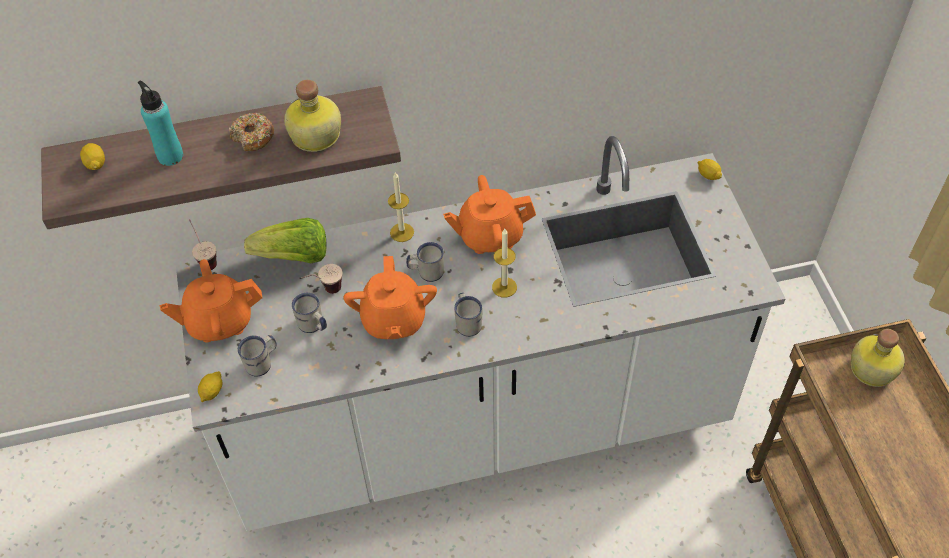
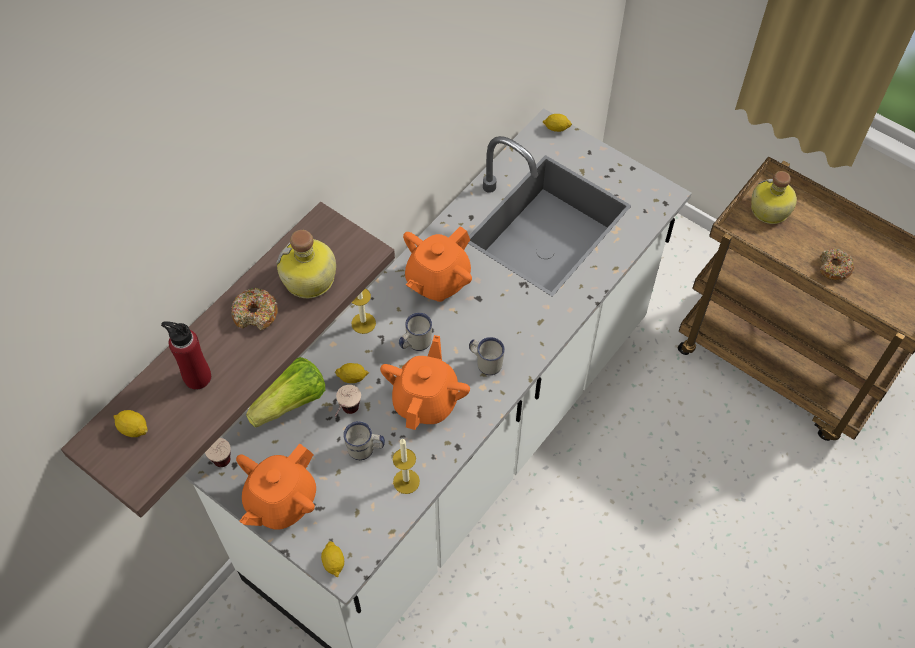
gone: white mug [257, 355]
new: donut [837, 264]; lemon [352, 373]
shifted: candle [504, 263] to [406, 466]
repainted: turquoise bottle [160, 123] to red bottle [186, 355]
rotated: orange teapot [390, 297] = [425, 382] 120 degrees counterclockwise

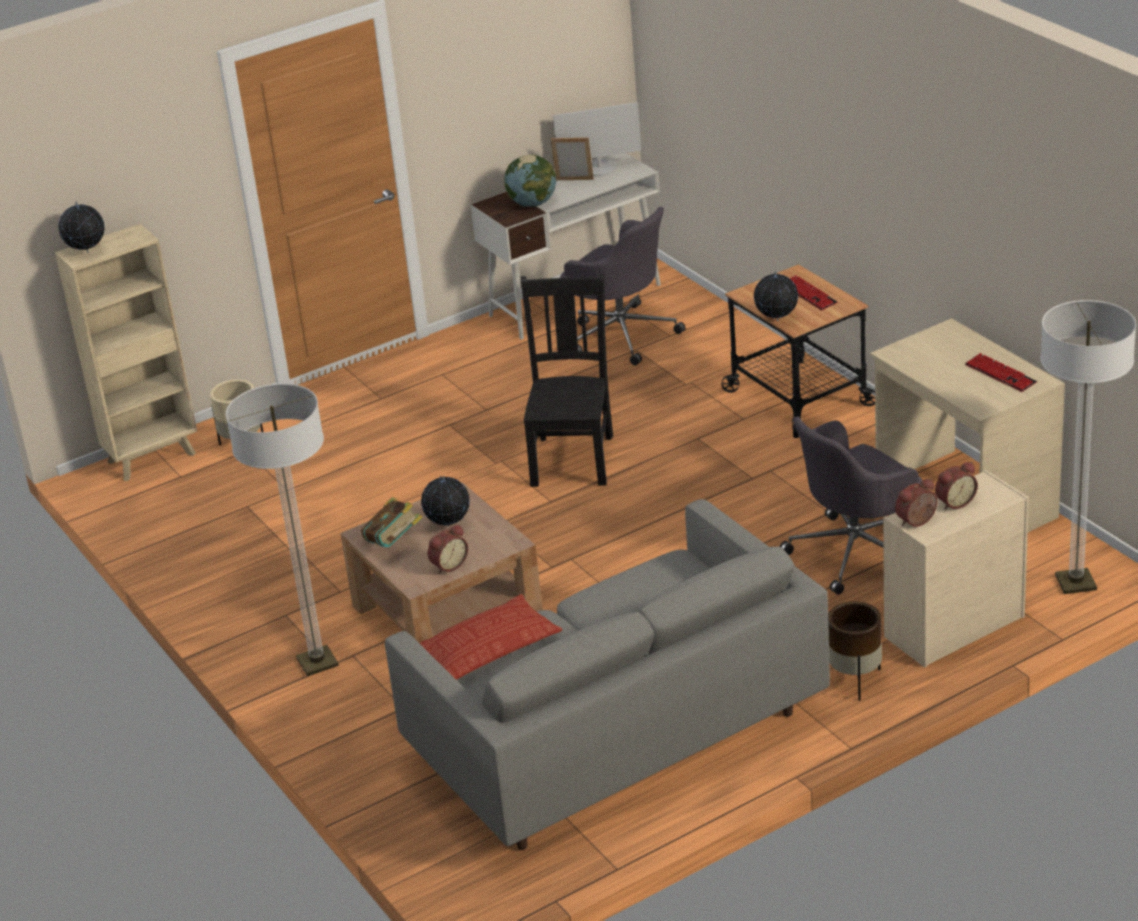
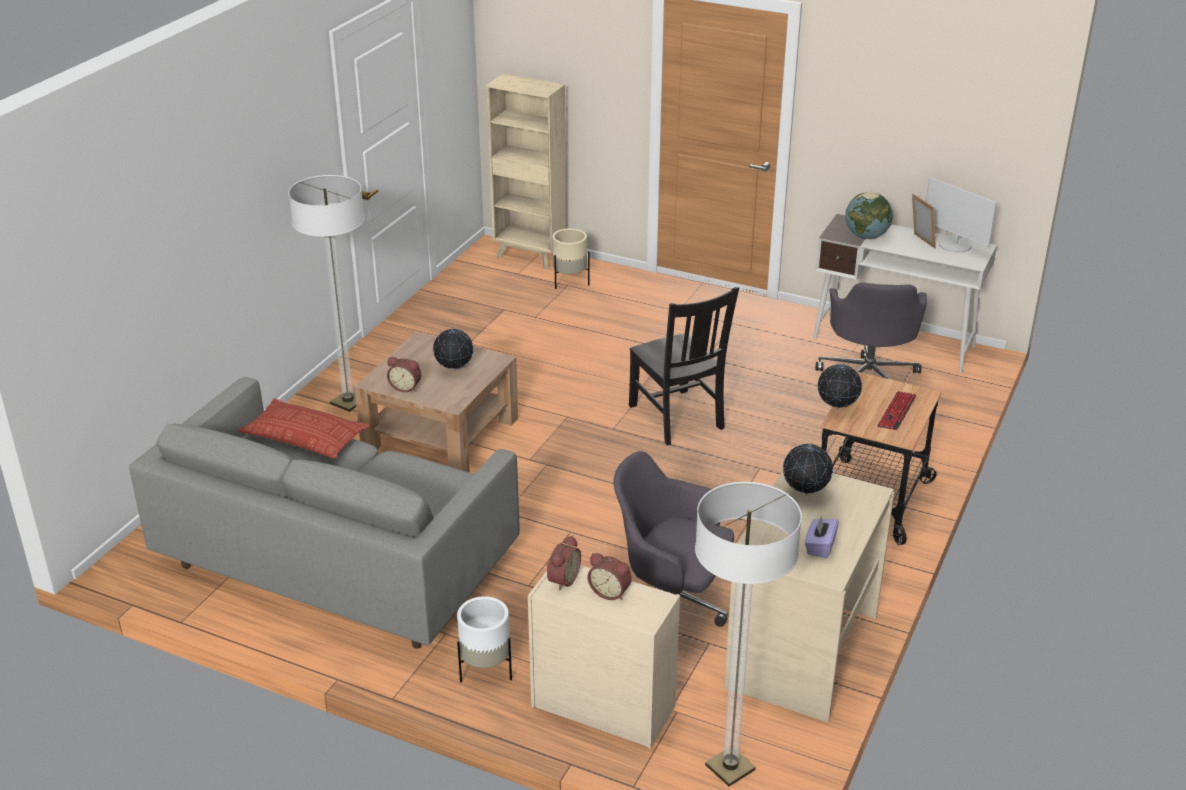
gone: book [392, 522]
shifted: globe [81, 227] to [808, 468]
swapped: keyboard [1001, 372] to purple tissue box [822, 536]
repainted: brown planter [855, 651] to white planter [484, 639]
rotated: black chair [566, 380] = [684, 366] 90 degrees clockwise; alarm clock [916, 502] = [564, 563] 90 degrees clockwise

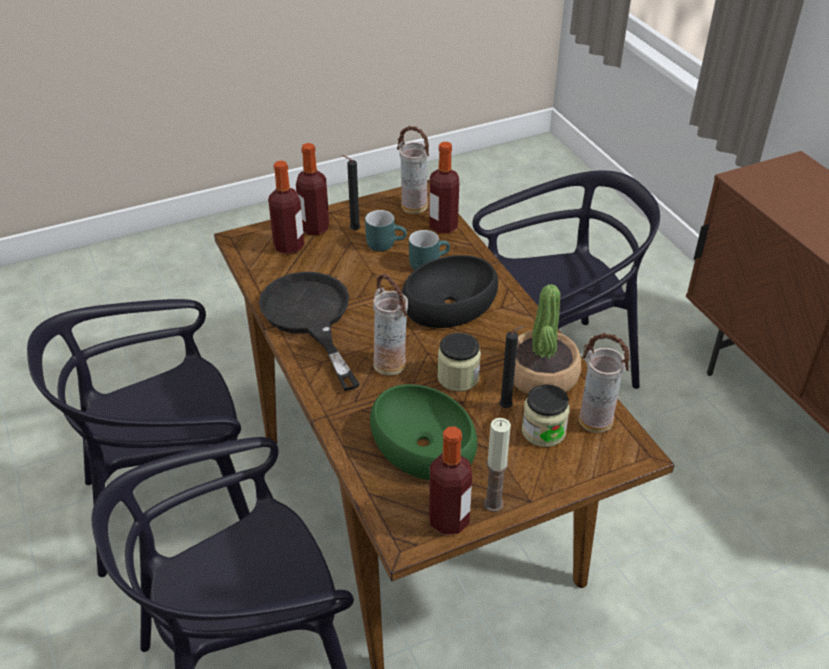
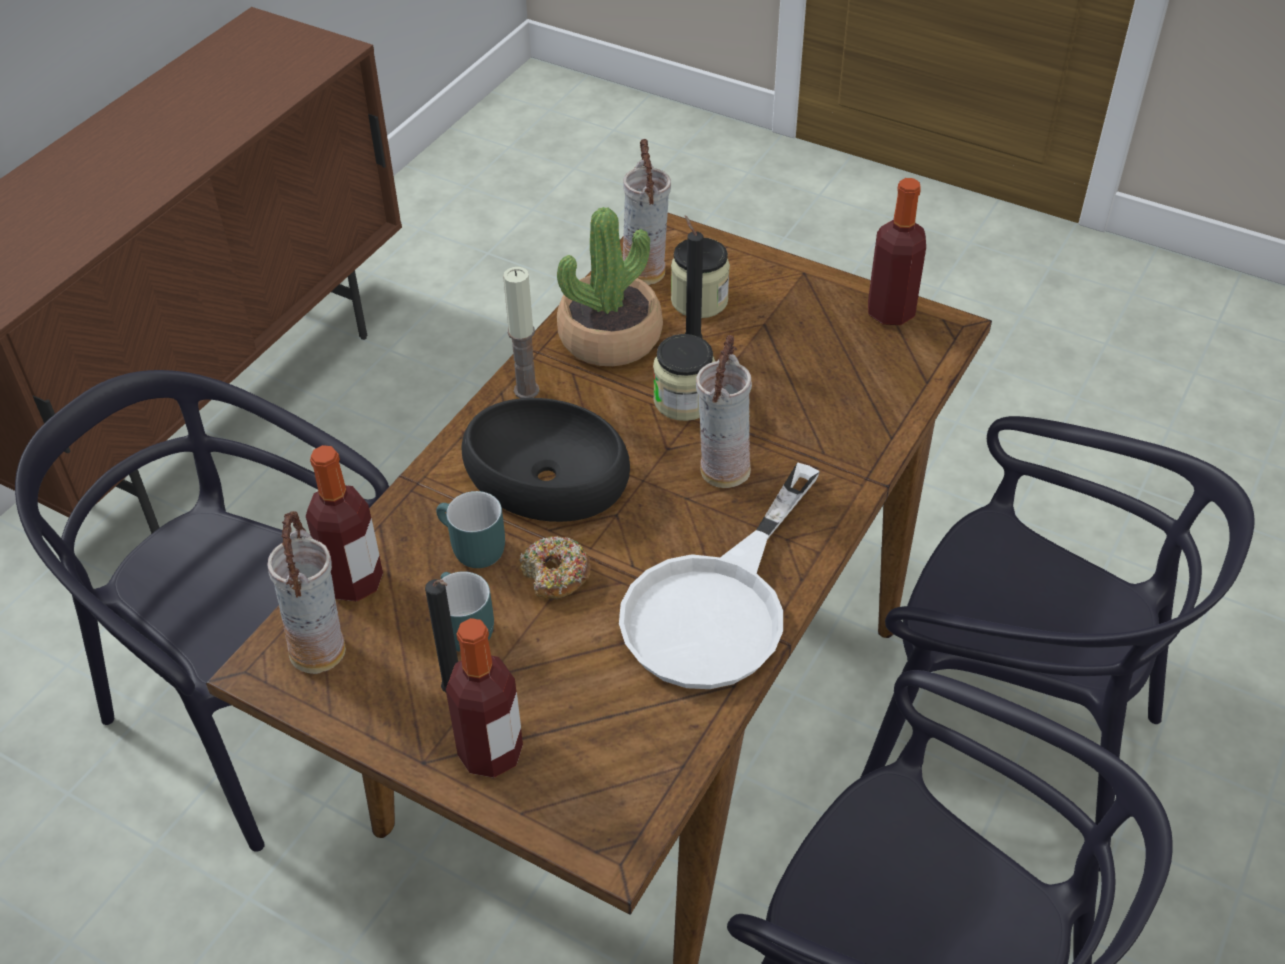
gone: bottle [286, 207]; green bowl [423, 432]
new: donut [555, 567]
shifted: candle [497, 465] to [521, 332]
repainted: black frying pan [309, 331] to white frying pan [719, 575]

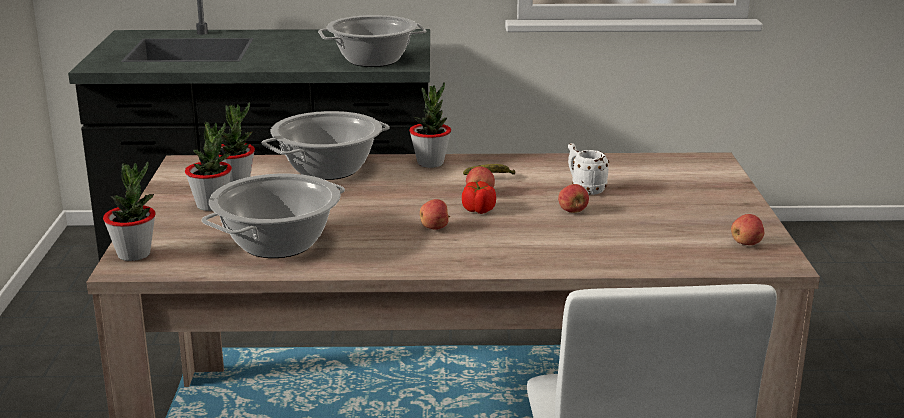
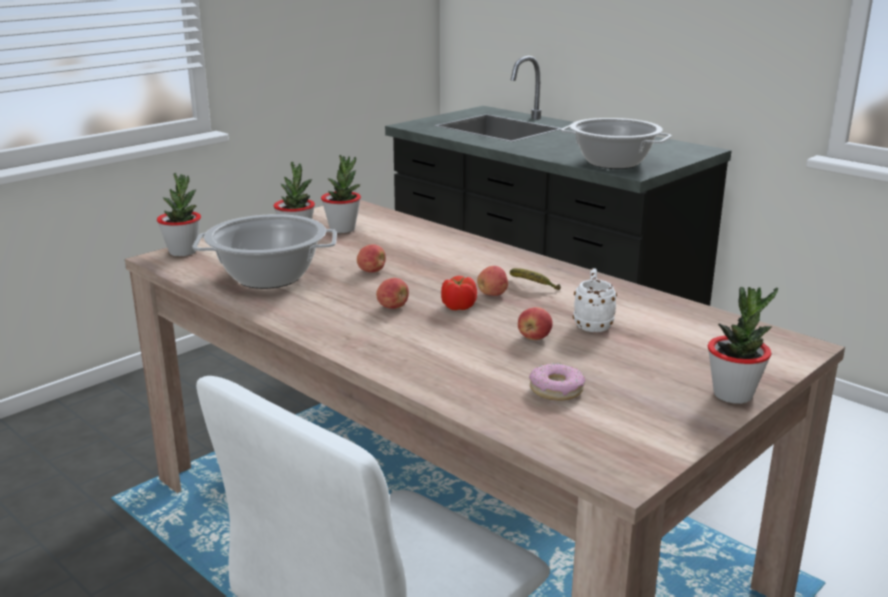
gone: cooking pot [326, 145]
new: donut [557, 382]
shifted: potted plant [430, 125] to [743, 345]; apple [747, 229] to [371, 258]

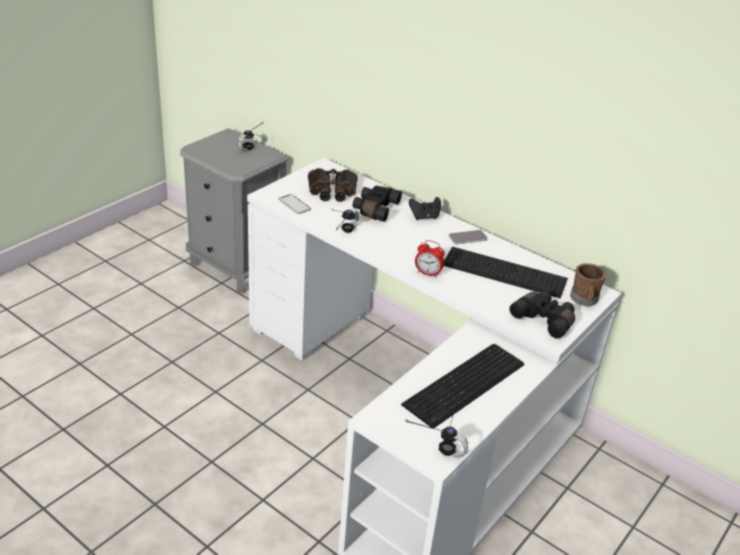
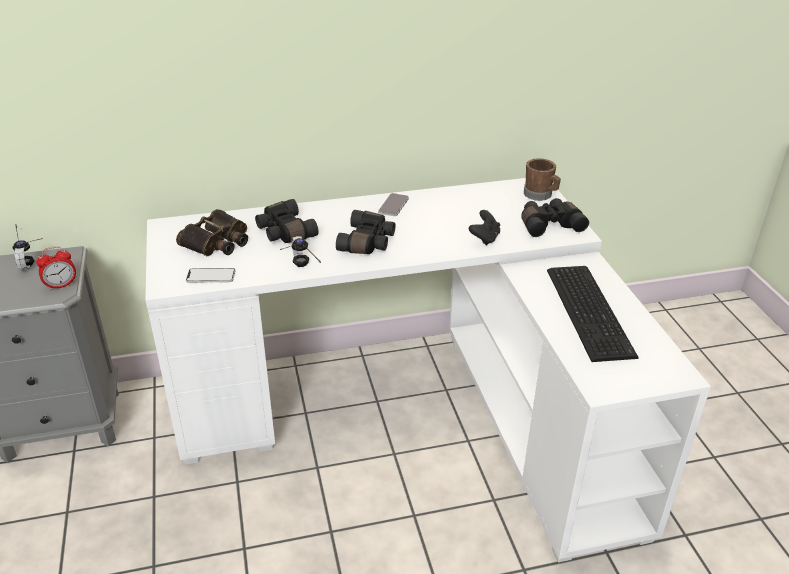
gone: keyboard [506, 272]; headphones [436, 436]
new: black binoculars [365, 232]
shifted: black game controller [425, 208] to [484, 228]; alarm clock [430, 259] to [56, 268]

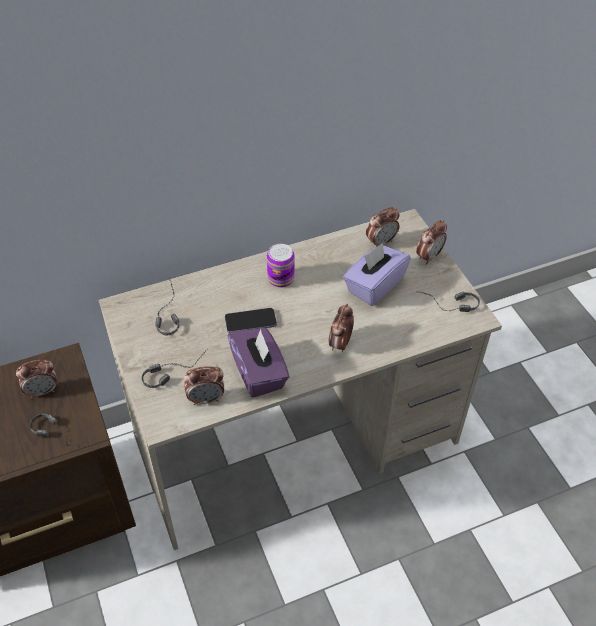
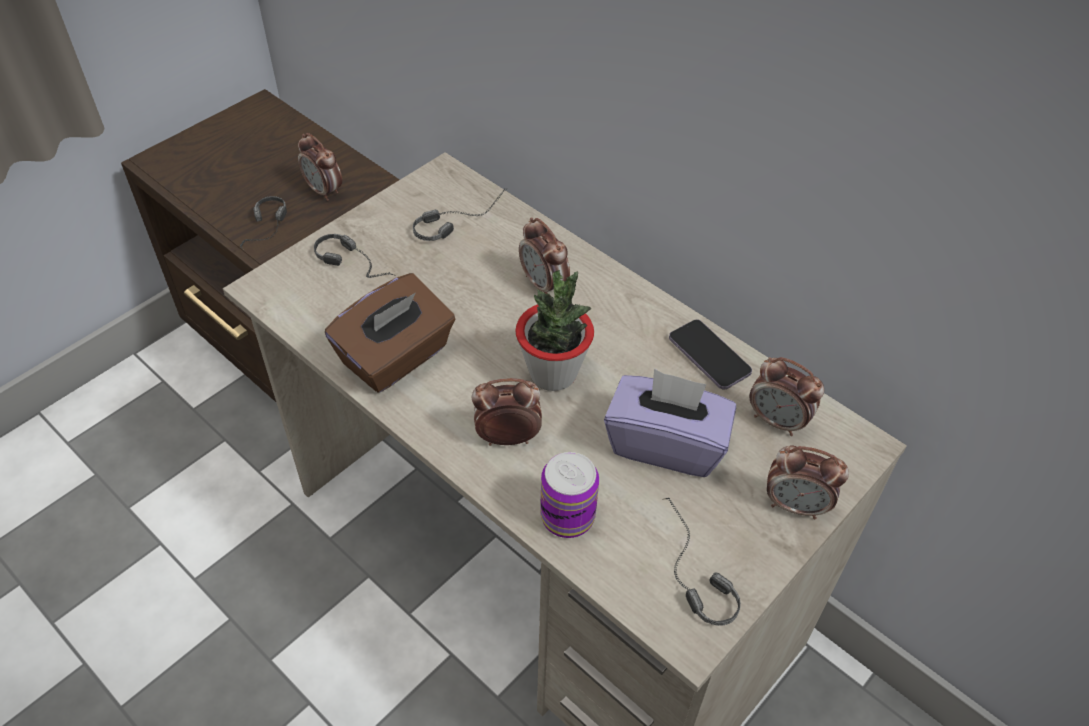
new: potted plant [554, 330]
shifted: can [281, 266] to [569, 495]; phone [251, 320] to [710, 355]; alarm clock [204, 385] to [544, 256]
repainted: purple tissue box [258, 363] to brown tissue box [390, 332]

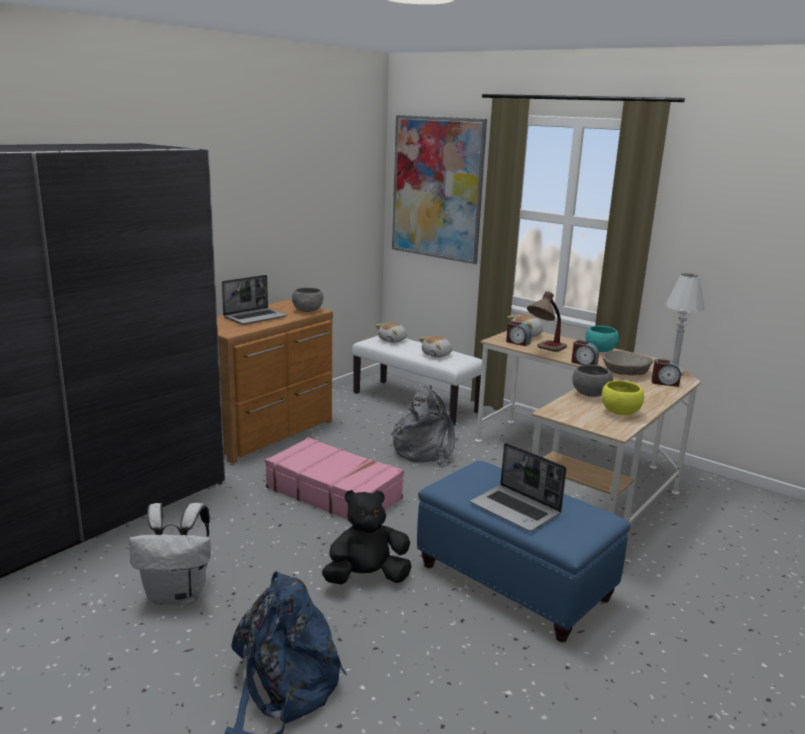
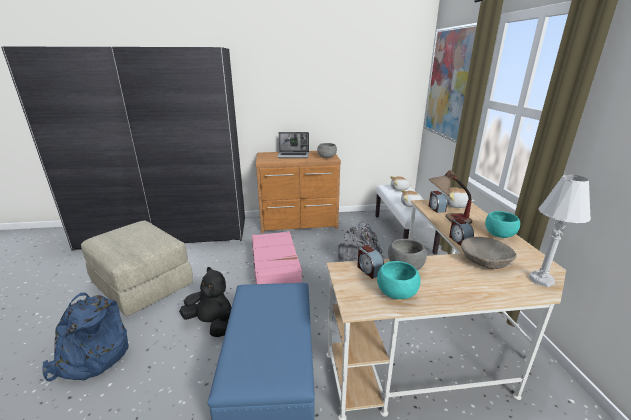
gone: laptop [518, 487]
shifted: alarm clock [666, 373] to [370, 262]
swapped: white backpack [170, 554] to beige ottoman [137, 269]
repainted: yellow bowl [622, 397] to turquoise bowl [399, 280]

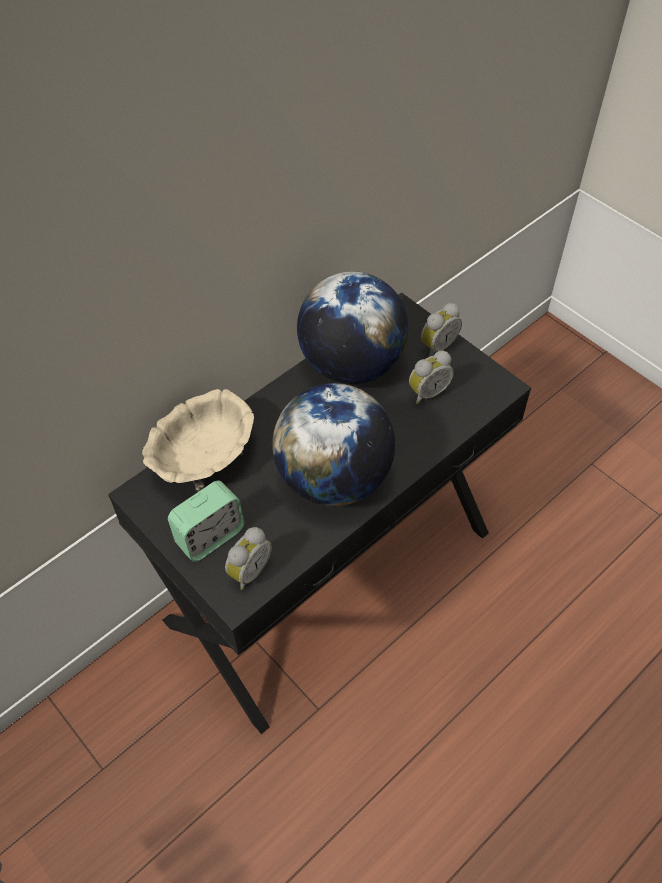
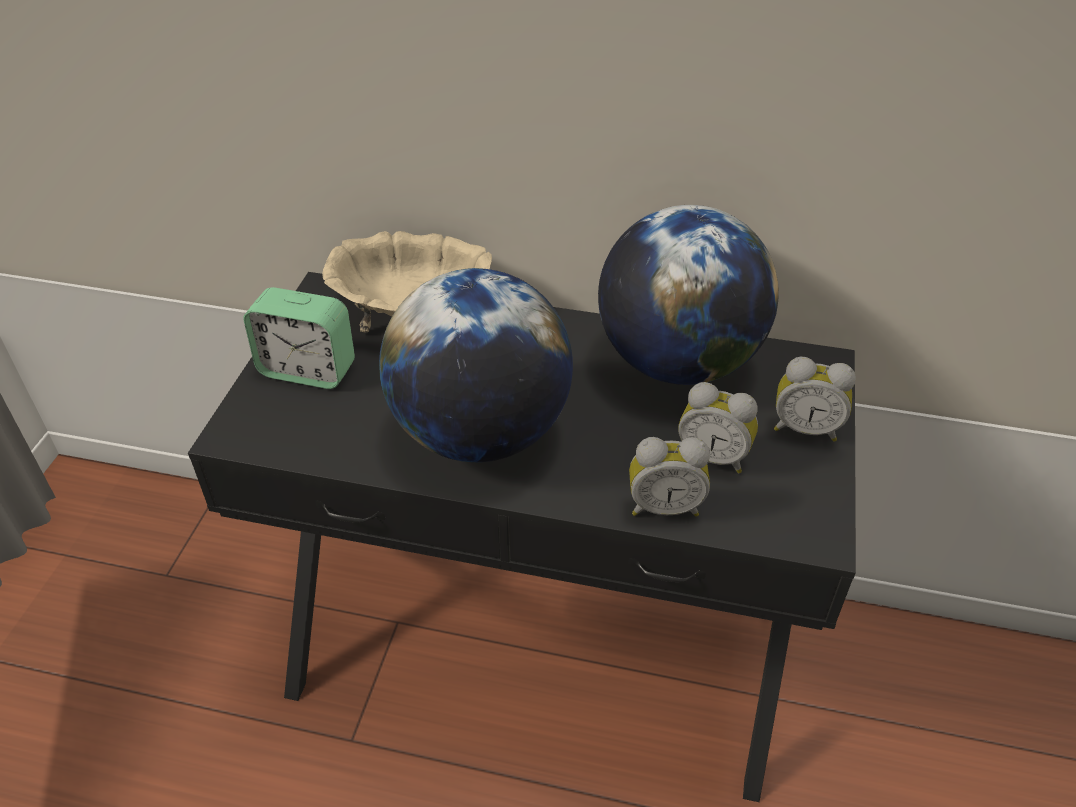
shifted: alarm clock [248, 558] to [669, 477]

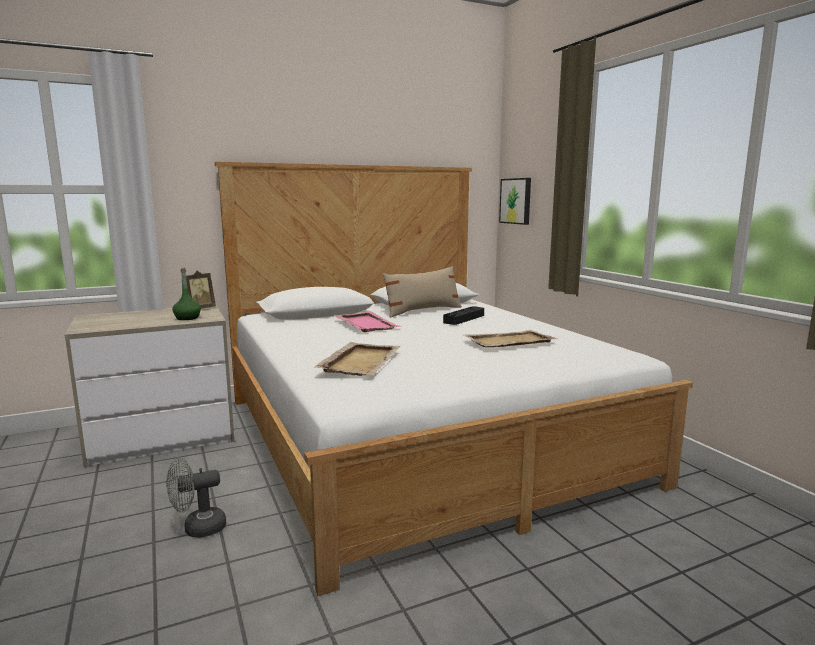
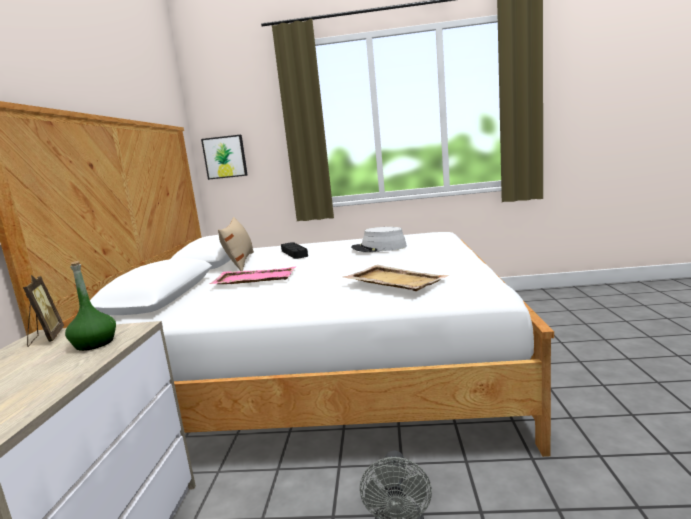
swapped: beige tray [510, 338] to grey hat [379, 239]

